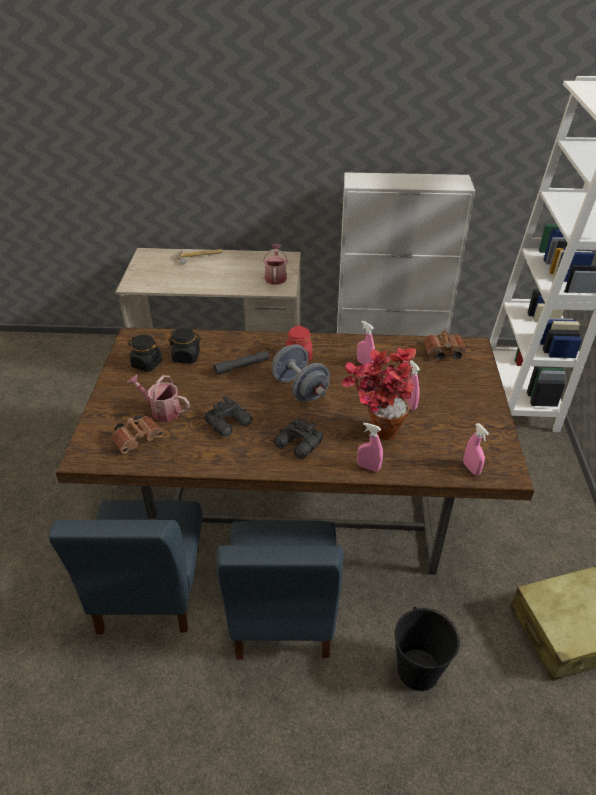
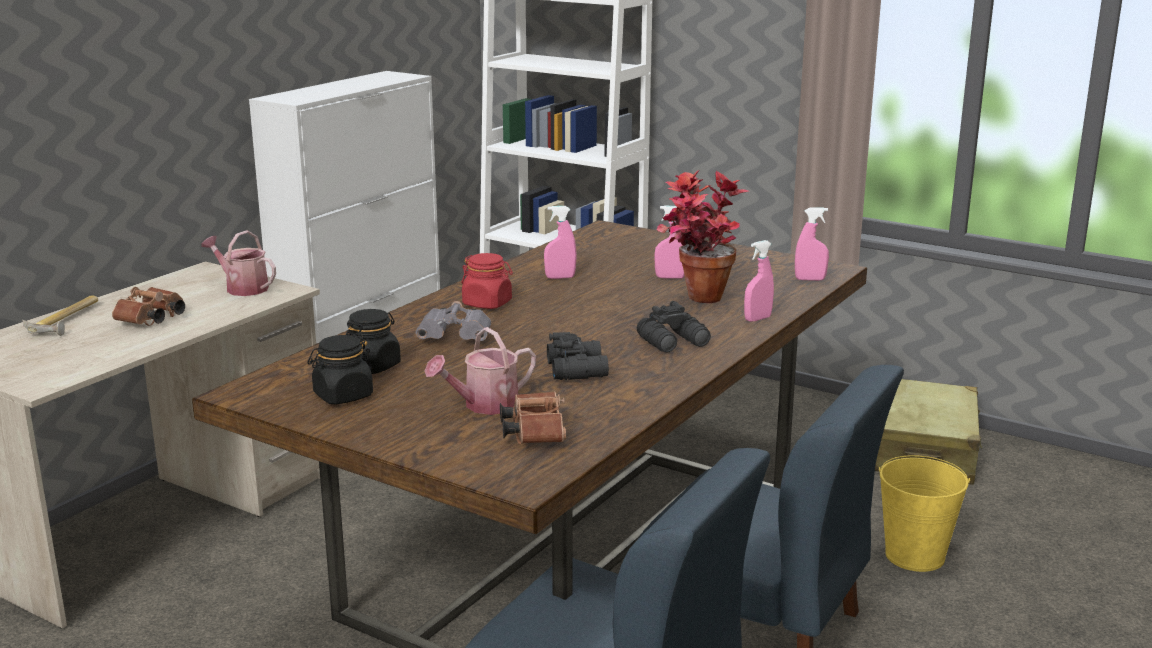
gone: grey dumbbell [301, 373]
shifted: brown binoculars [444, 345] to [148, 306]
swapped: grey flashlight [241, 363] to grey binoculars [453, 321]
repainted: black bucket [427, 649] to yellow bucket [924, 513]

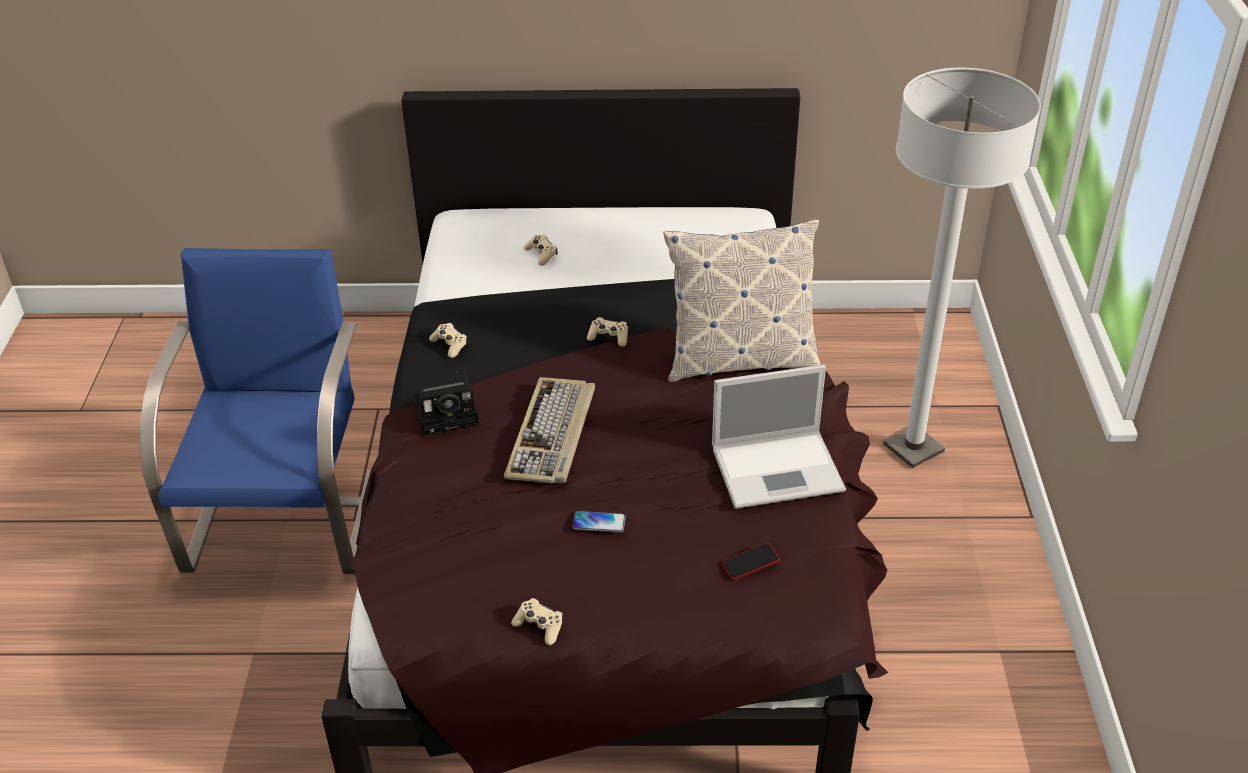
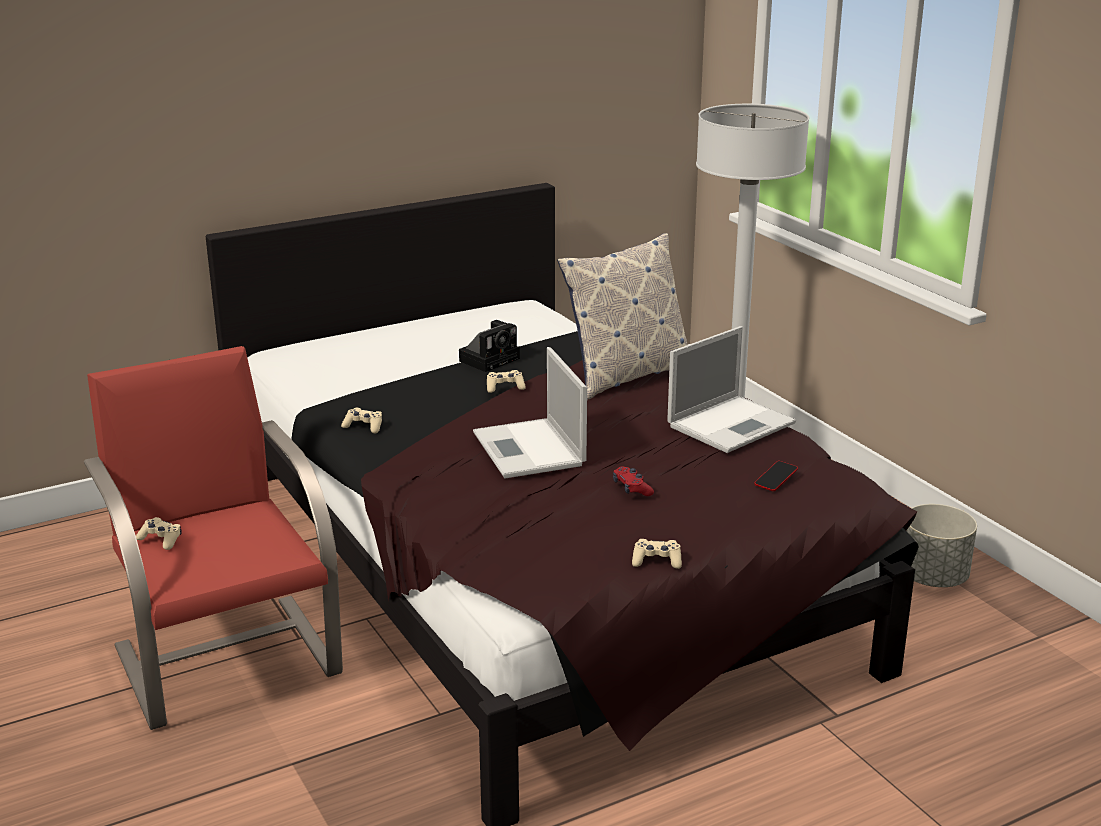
new: grey planter [941, 545]
shifted: beige game controller [541, 250] to [158, 533]; photo camera [446, 403] to [489, 346]
swapped: keyboard [549, 430] to laptop [530, 413]; phone [599, 521] to red game controller [633, 481]
repainted: blue armchair [255, 411] to red armchair [213, 538]

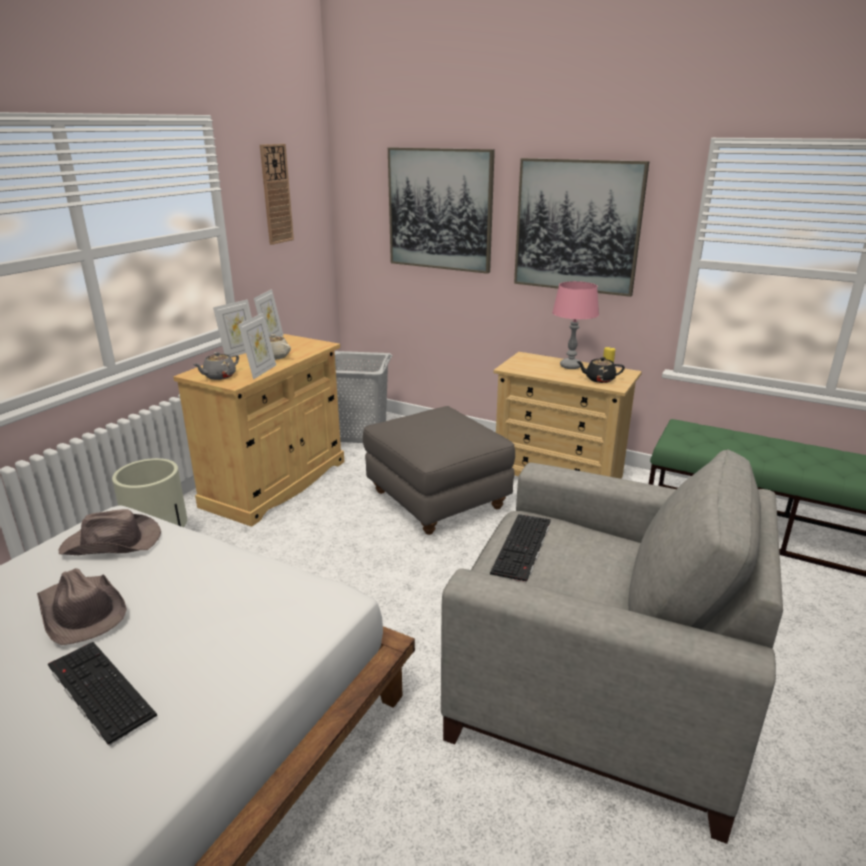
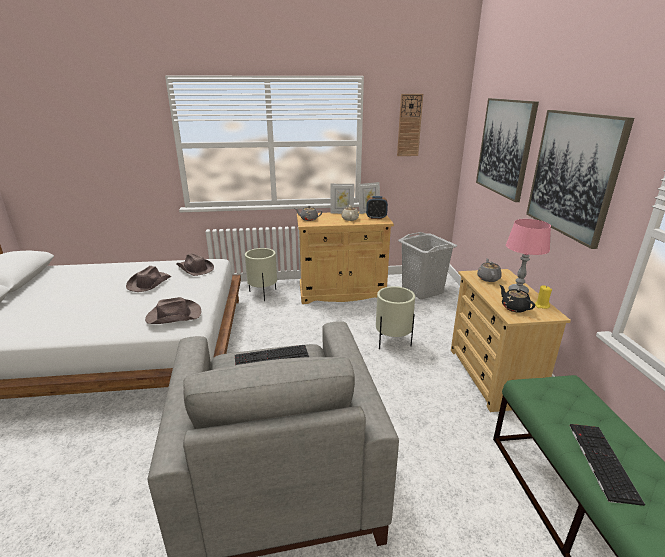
gone: picture frame [257, 346]
new: alarm clock [377, 207]; grey teapot [489, 270]; brown hat [173, 310]
shifted: keyboard [102, 694] to [607, 465]
swapped: grey ottoman [439, 470] to beige planter [395, 317]

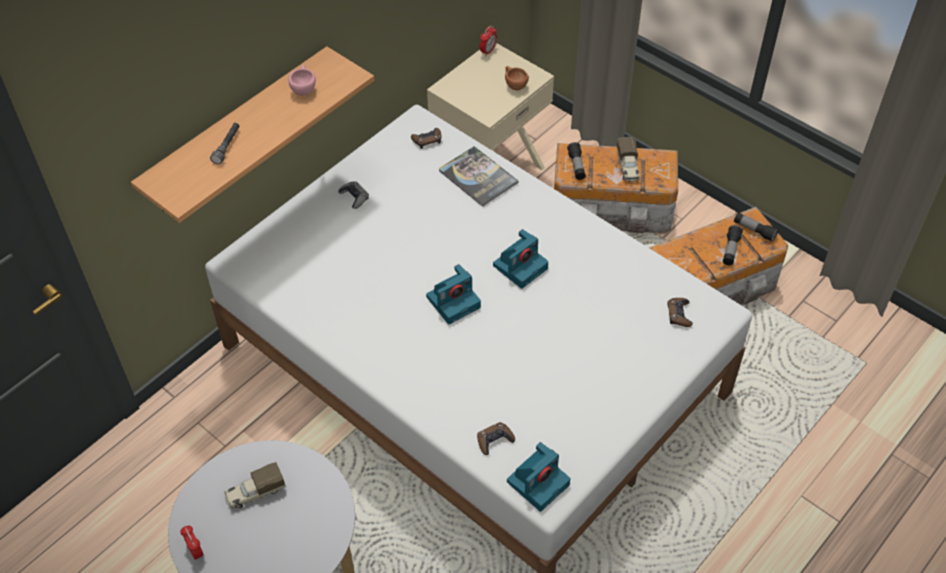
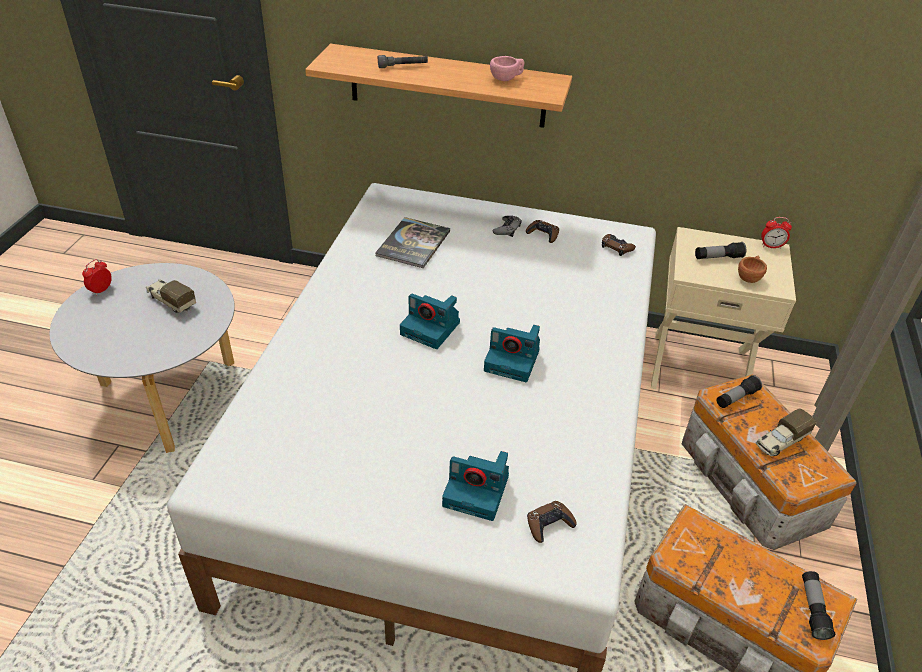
shifted: book [479, 176] to [412, 242]; flashlight [733, 245] to [720, 250]; brown game controller [496, 438] to [542, 231]; photo camera [538, 477] to [475, 486]

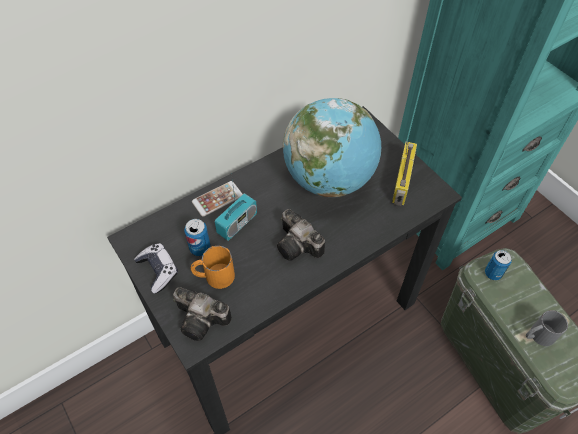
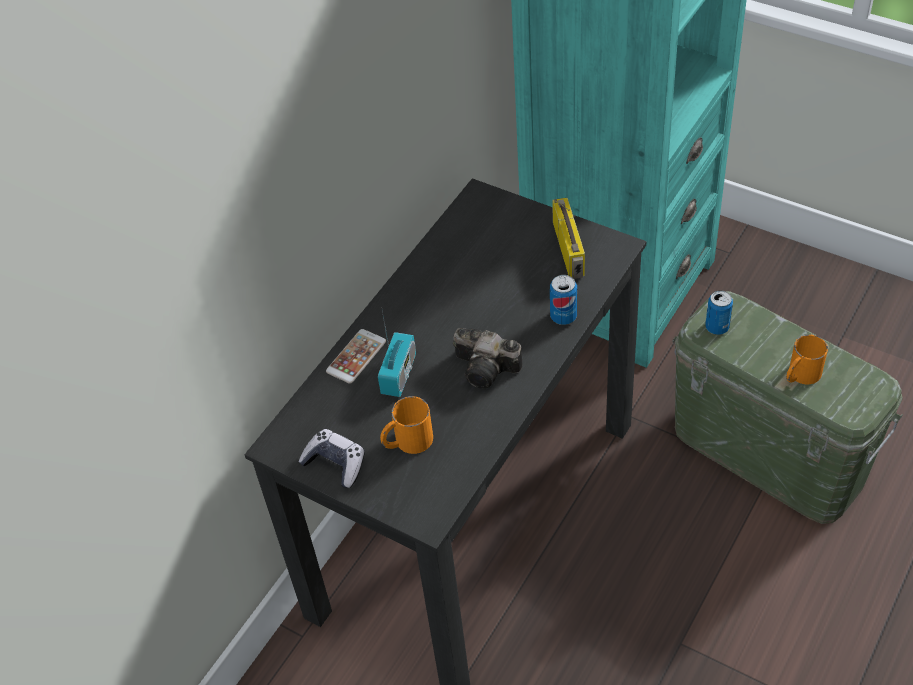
gone: globe [332, 147]; photo camera [202, 314]
shifted: can [197, 237] to [563, 300]
repainted: grey mug [547, 328] to orange mug [807, 359]

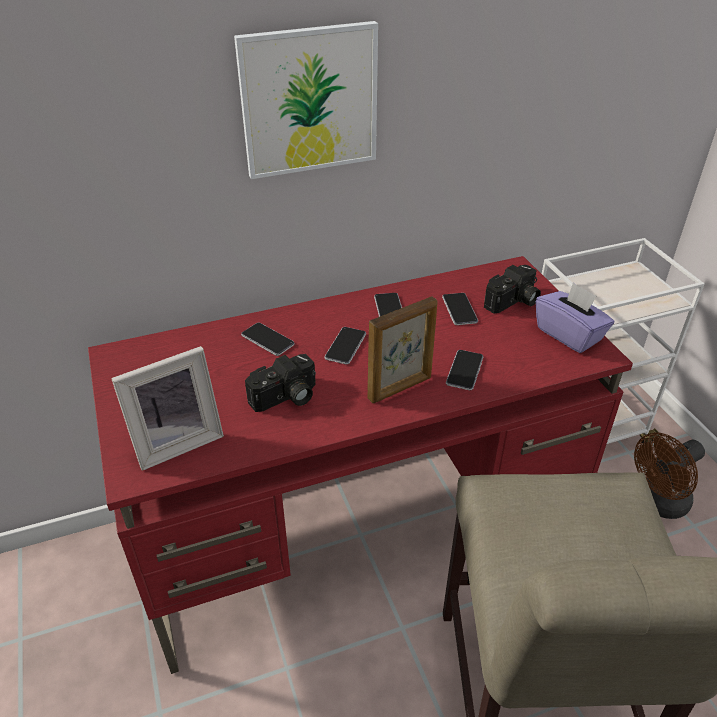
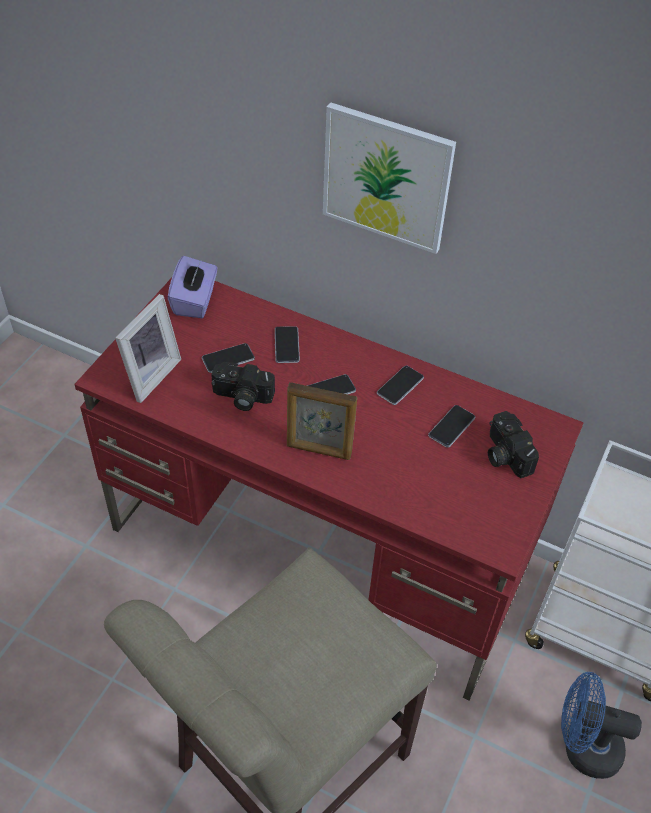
shifted: purple tissue box [575, 317] to [192, 287]; phone [464, 370] to [228, 358]
repainted: brown fan [669, 475] to blue fan [601, 725]
rotated: photo camera [512, 289] = [513, 444] 60 degrees clockwise; picture frame [167, 408] = [148, 348] 75 degrees counterclockwise

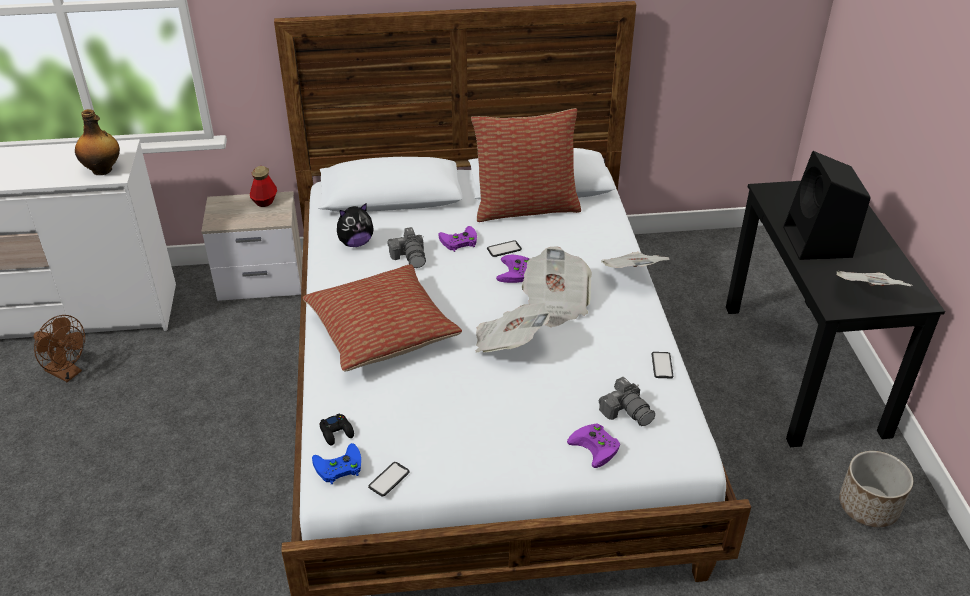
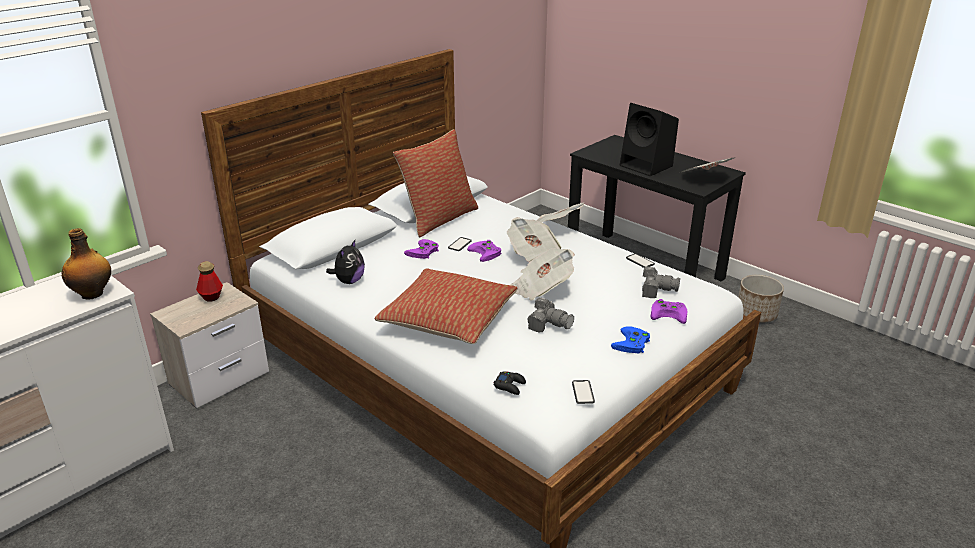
gone: brown fan [59, 348]
shifted: photo camera [406, 247] to [550, 315]; blue game controller [336, 463] to [630, 340]

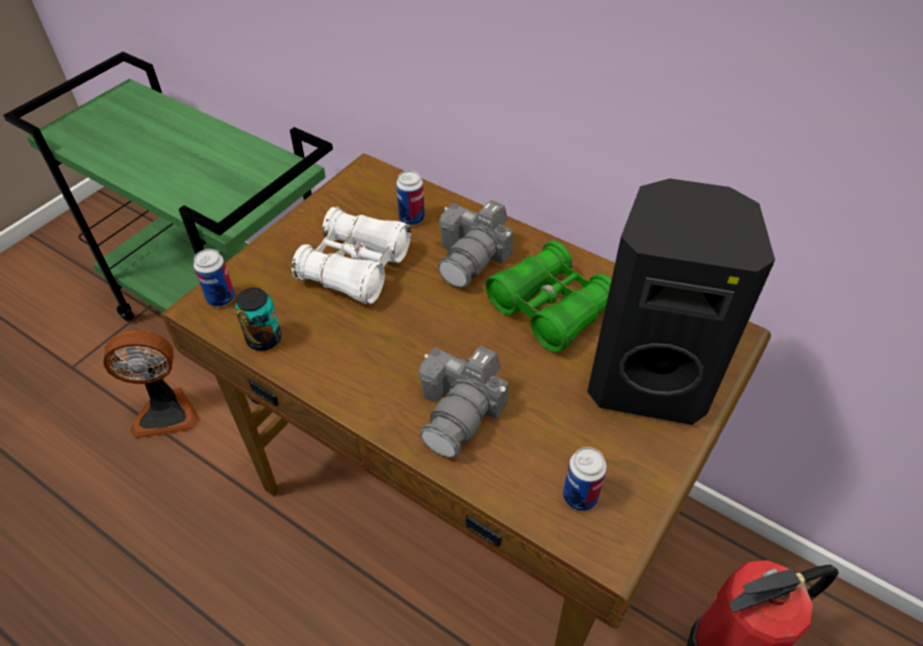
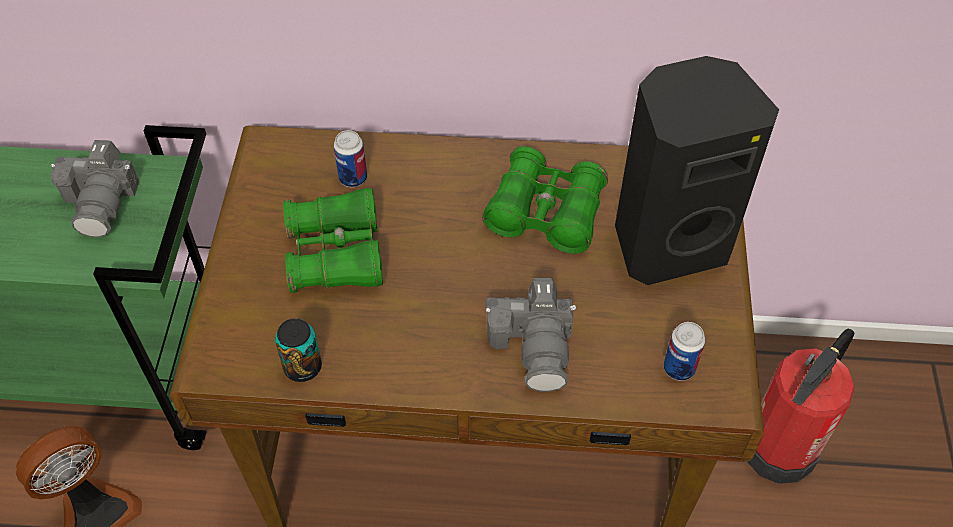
gone: can [214, 278]
shifted: photo camera [476, 244] to [95, 188]
repainted: white binoculars [351, 255] to green binoculars [333, 240]

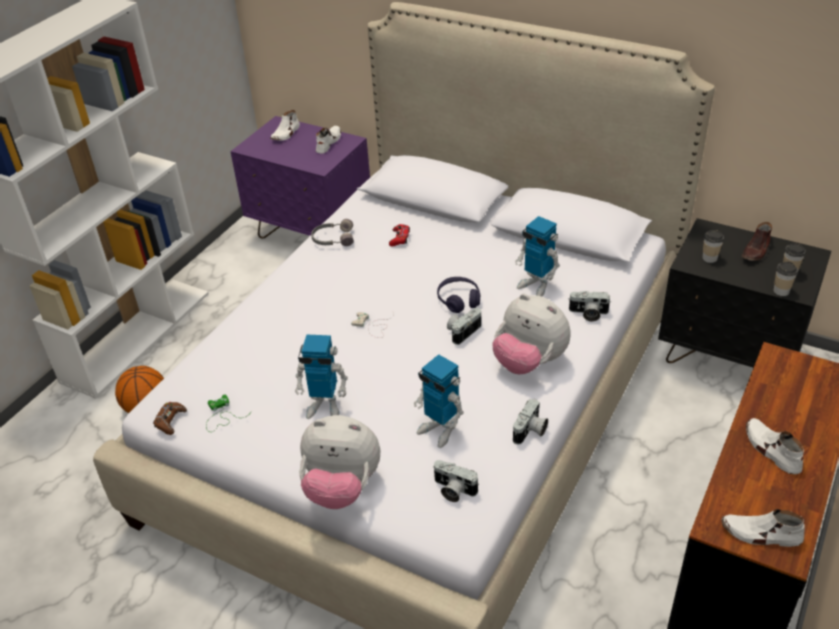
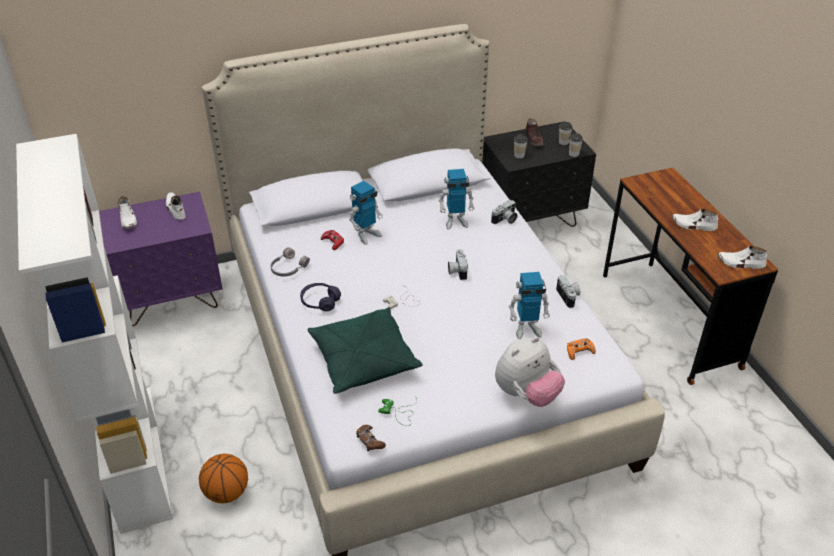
gone: plush toy [531, 334]
new: green pillow [365, 350]
shifted: purple headphones [458, 295] to [320, 297]; toy robot [321, 376] to [366, 213]
swapped: photo camera [456, 481] to orange game controller [581, 349]
rotated: white shoe [763, 528] = [742, 257] 45 degrees clockwise

